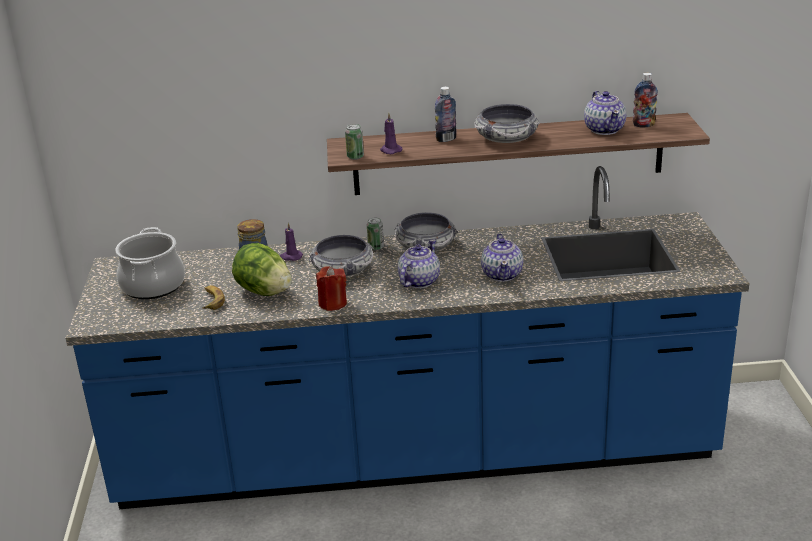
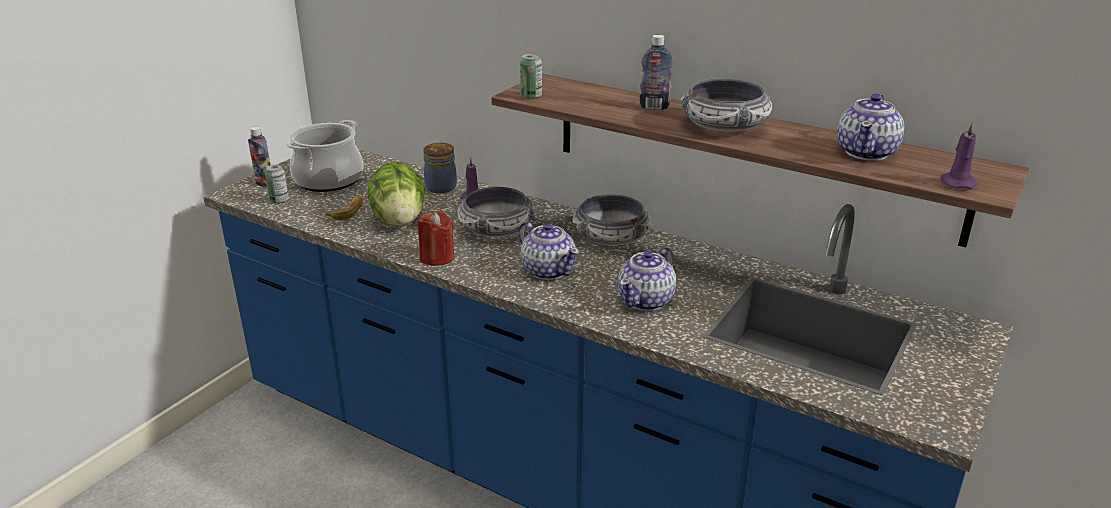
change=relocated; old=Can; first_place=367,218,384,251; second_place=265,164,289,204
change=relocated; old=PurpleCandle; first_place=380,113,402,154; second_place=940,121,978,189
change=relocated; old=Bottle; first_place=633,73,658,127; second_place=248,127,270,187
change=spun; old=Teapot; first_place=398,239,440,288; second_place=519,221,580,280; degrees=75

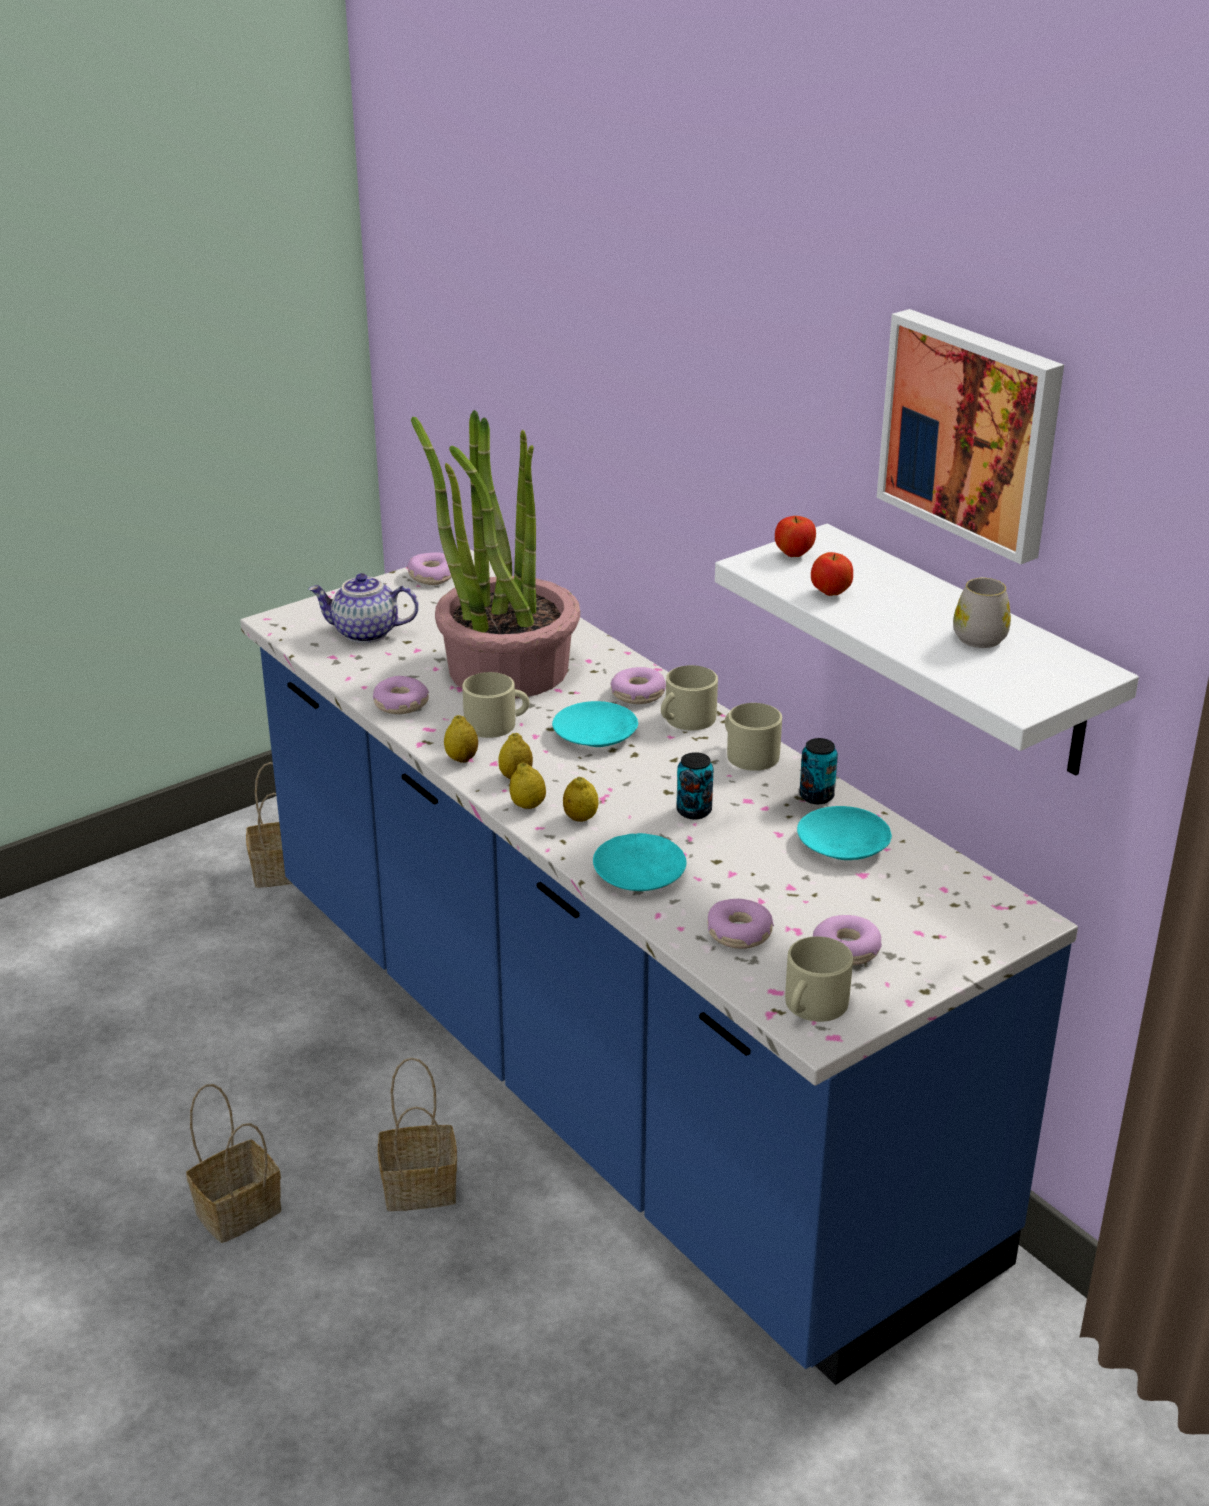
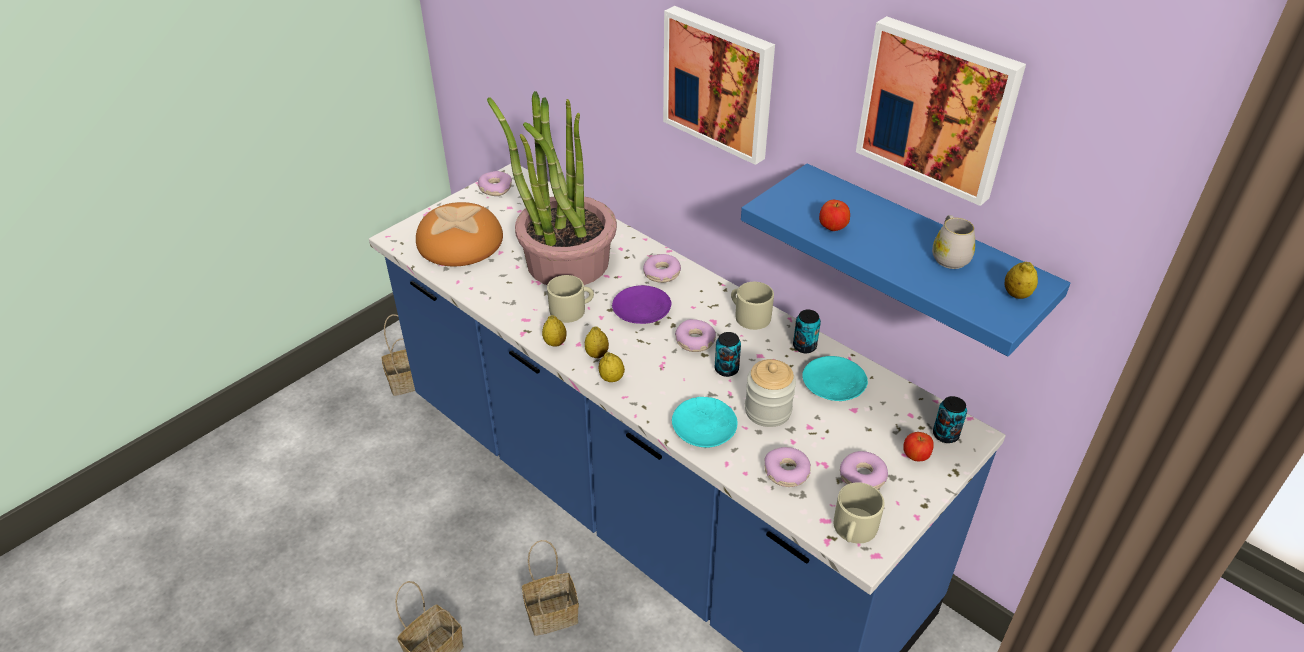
change=missing; old=BeigeMug; first_place=661,665,718,730
change=appeared; new=Picture; second_place=663,6,775,165
change=appeared; new=Jar; second_place=745,359,796,427
change=appeared; new=Can; second_place=933,396,967,443
change=relocated; old=Donut; first_place=373,676,429,714; second_place=675,319,716,352
change=relocated; old=Lemon; first_place=563,777,599,822; second_place=1005,262,1038,299
change=relocated; old=Apple; first_place=775,516,816,557; second_place=903,432,934,461
change=exchanged; old=Teapot; new=Bread; first_place=308,573,419,643; second_place=416,202,503,266
change=colour; old=TurquoisePlate; new=PurplePlate; first_place=552,701,638,747; second_place=612,285,672,324
change=colour; old=WhiteShelf; new=BlueShelf; first_place=715,524,1139,776; second_place=741,164,1070,356

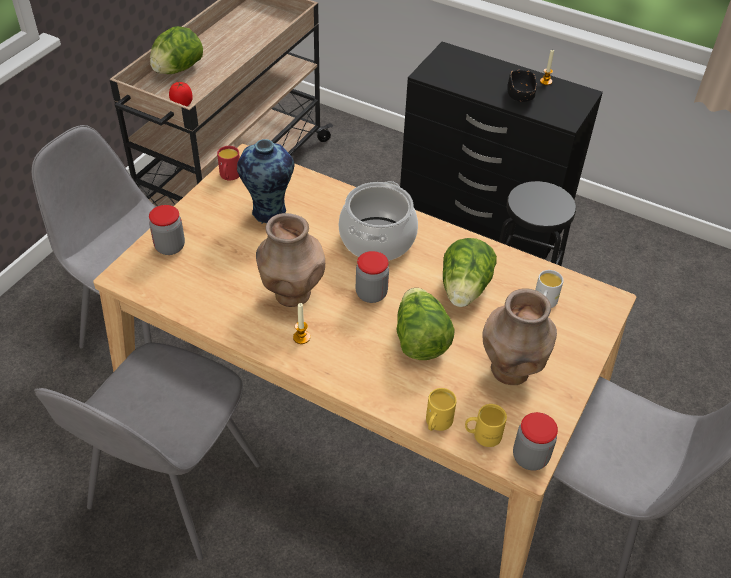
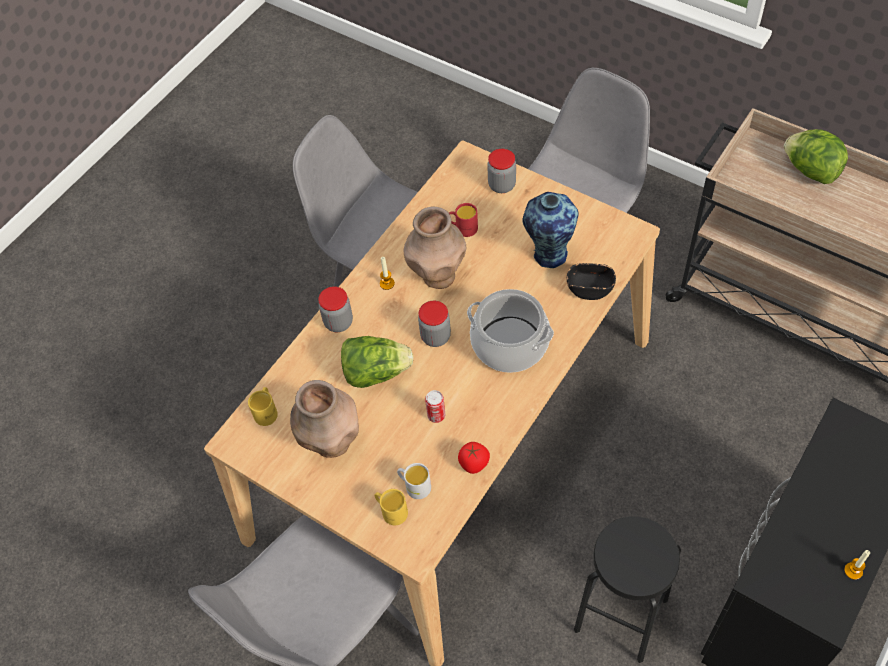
change=relocated; old=Tomato; first_place=169,82,193,106; second_place=458,442,490,474
change=relocated; old=RedMug; first_place=217,146,240,181; second_place=449,203,478,237
change=relocated; old=YellowMug; first_place=426,388,457,431; second_place=374,489,408,525
change=relocated; old=BlackBowl; first_place=507,70,537,102; second_place=567,263,616,300
change=relocated; old=Jar; first_place=513,412,558,471; second_place=318,286,353,332
change=exchanged; old=Lettuce; new=Can; first_place=443,238,497,307; second_place=425,390,445,423

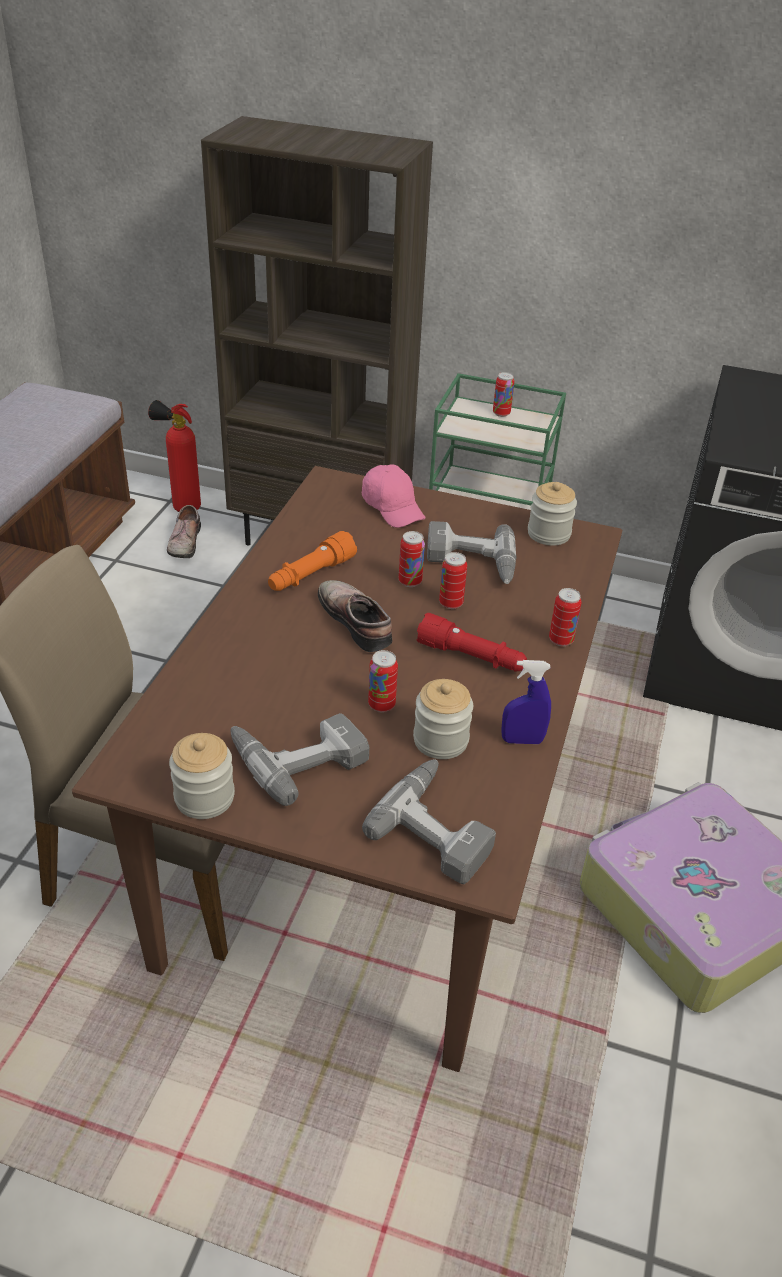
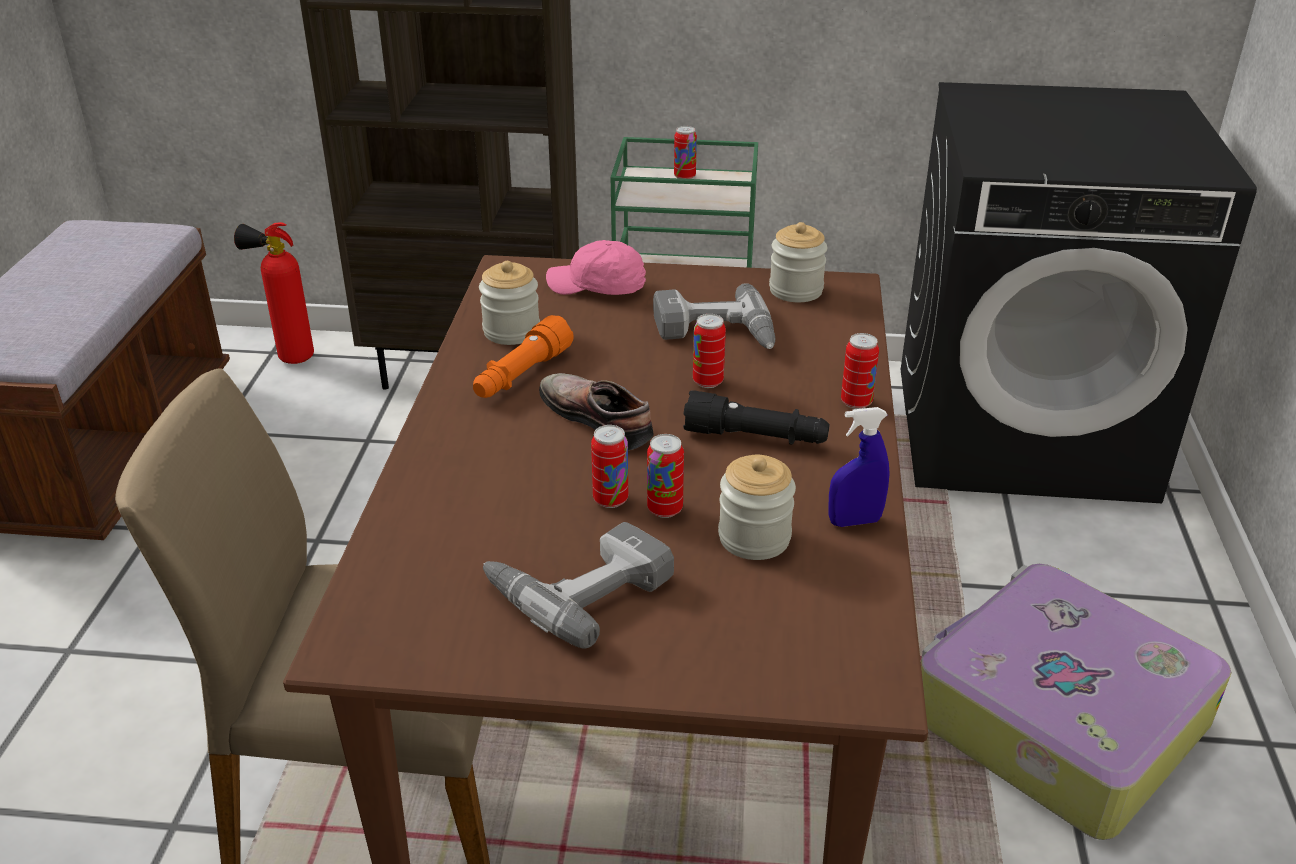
change=missing; old=Shoe; first_place=167,505,201,558
change=missing; old=PowerDrill; first_place=362,759,496,884
change=relocated; old=Jar; first_place=169,733,235,819; second_place=479,261,540,345
change=relocated; old=Can; first_place=399,531,425,587; second_place=591,425,628,508
change=colour; old=RedFlashlight; new=BlackFlashlight; first_place=416,613,527,671; second_place=683,390,829,445
change=spun; old=PinkCap; first_place=362,464,426,528; second_place=546,240,646,295; degrees=150

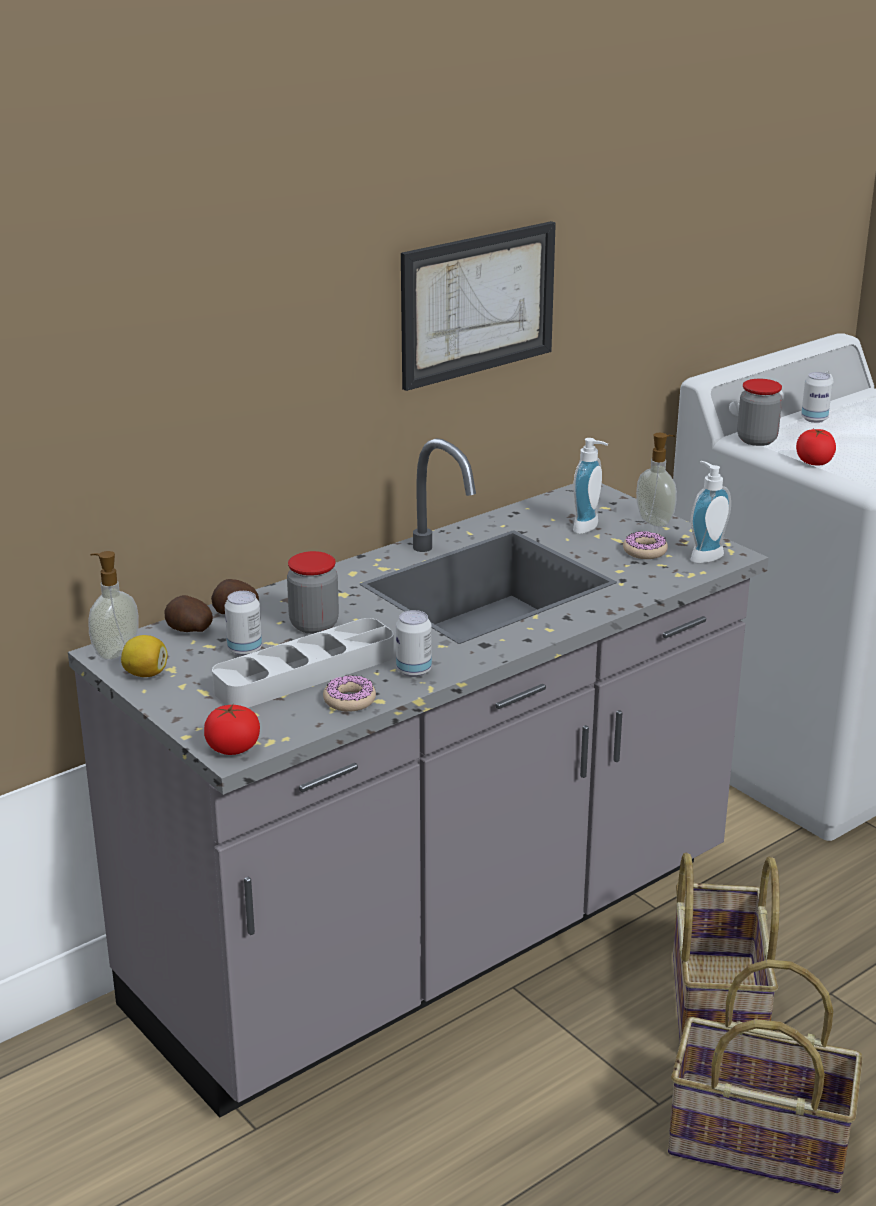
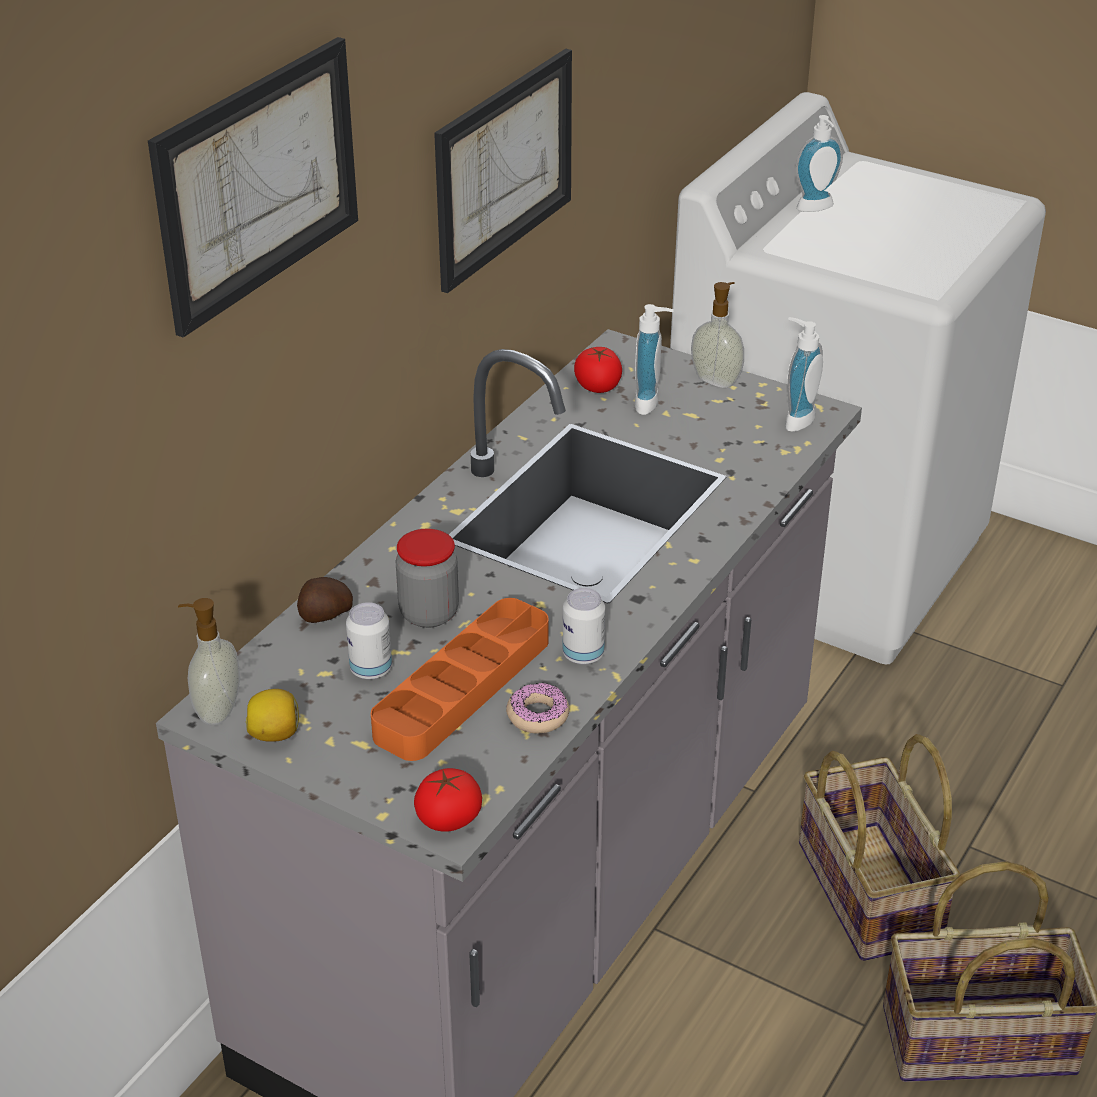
change=missing; old=Potato; first_place=164,595,213,632
change=missing; old=Donut; first_place=623,531,668,559
change=missing; old=Jar; first_place=737,379,782,446
change=appeared; new=Picture; second_place=148,37,358,337
change=relocated; old=Tomato; first_place=796,429,836,465; second_place=574,347,622,393
change=exchanged; old=Can; new=SoapDispenser; first_place=801,372,832,423; second_place=796,115,843,212
change=colour; old=GreyTray; new=OrangeTray; first_place=212,618,394,708; second_place=371,598,549,761

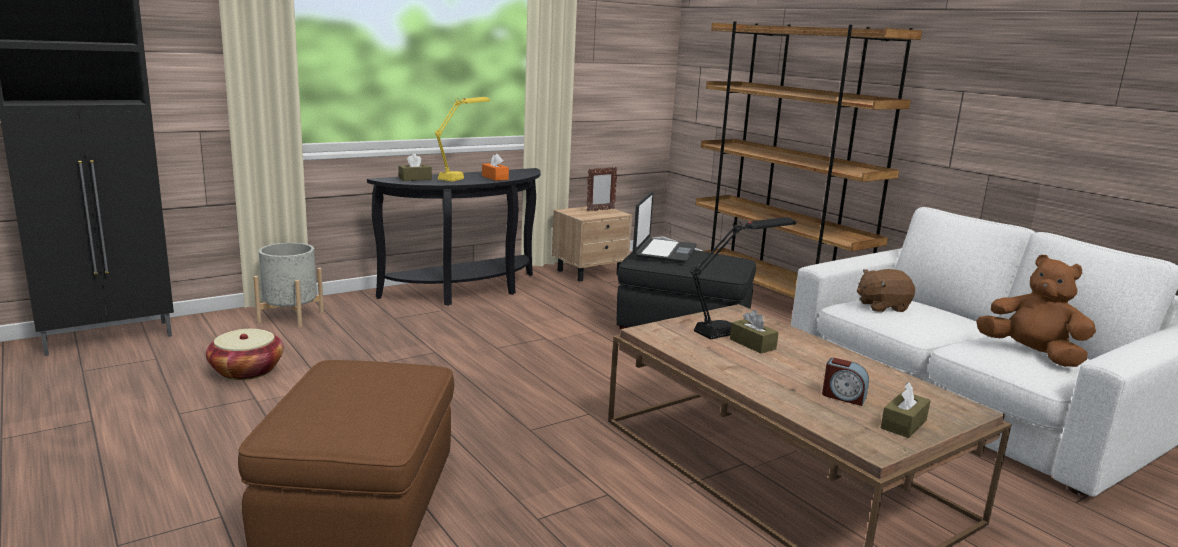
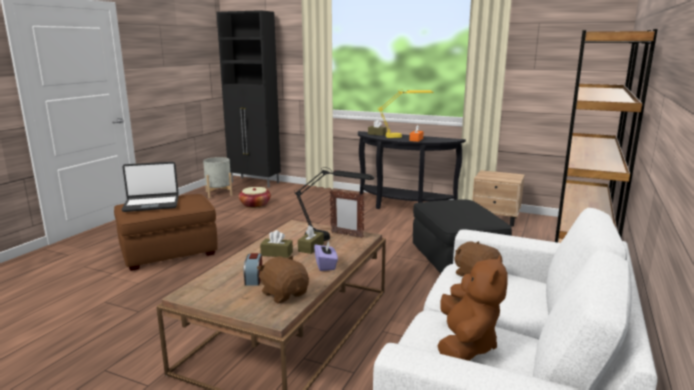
change=appeared; new=BrownPlushToy; second_place=257,256,309,304
change=appeared; new=PurpleTissueBox; second_place=314,240,338,271
change=relocated; old=GreyPlanter; first_place=253,243,324,327; second_place=203,157,232,198
change=relocated; old=PictureFrame; first_place=587,166,618,211; second_place=330,190,364,238
change=relocated; old=Laptop; first_place=633,192,697,263; second_place=122,162,179,212
change=relocated; old=BrownTissueBox; first_place=881,382,931,438; second_place=260,230,293,258

